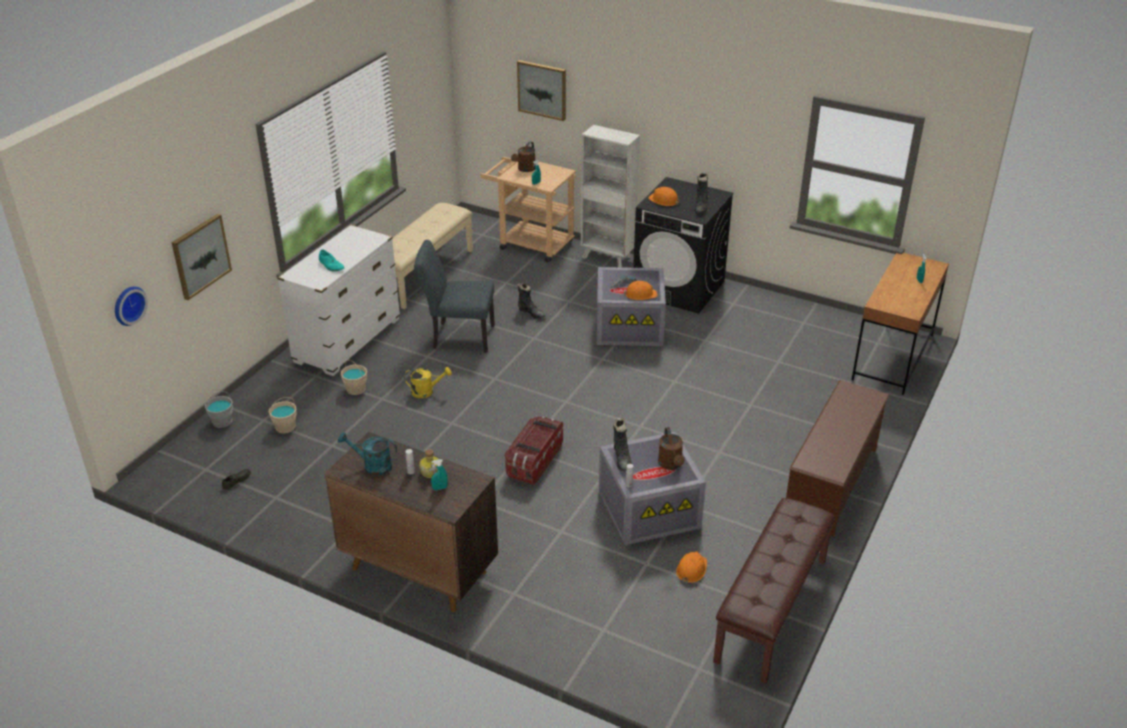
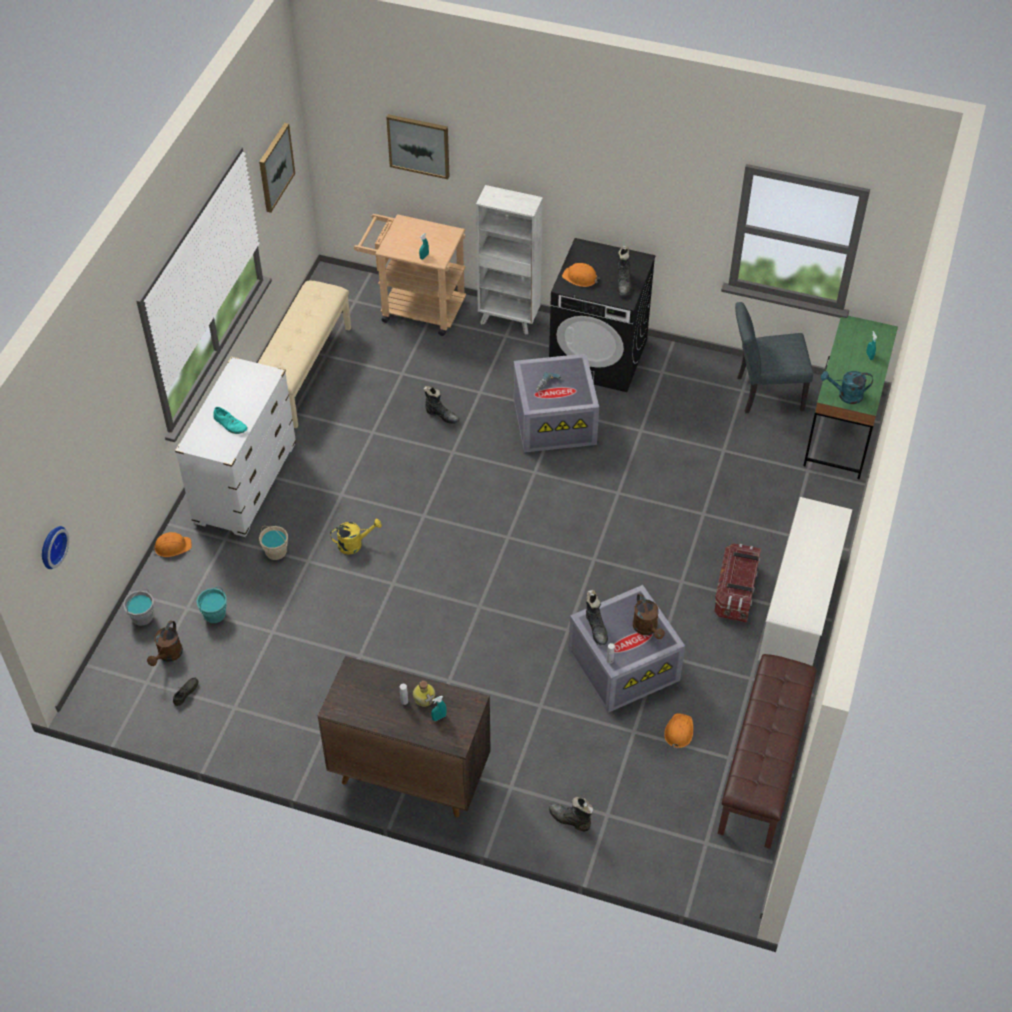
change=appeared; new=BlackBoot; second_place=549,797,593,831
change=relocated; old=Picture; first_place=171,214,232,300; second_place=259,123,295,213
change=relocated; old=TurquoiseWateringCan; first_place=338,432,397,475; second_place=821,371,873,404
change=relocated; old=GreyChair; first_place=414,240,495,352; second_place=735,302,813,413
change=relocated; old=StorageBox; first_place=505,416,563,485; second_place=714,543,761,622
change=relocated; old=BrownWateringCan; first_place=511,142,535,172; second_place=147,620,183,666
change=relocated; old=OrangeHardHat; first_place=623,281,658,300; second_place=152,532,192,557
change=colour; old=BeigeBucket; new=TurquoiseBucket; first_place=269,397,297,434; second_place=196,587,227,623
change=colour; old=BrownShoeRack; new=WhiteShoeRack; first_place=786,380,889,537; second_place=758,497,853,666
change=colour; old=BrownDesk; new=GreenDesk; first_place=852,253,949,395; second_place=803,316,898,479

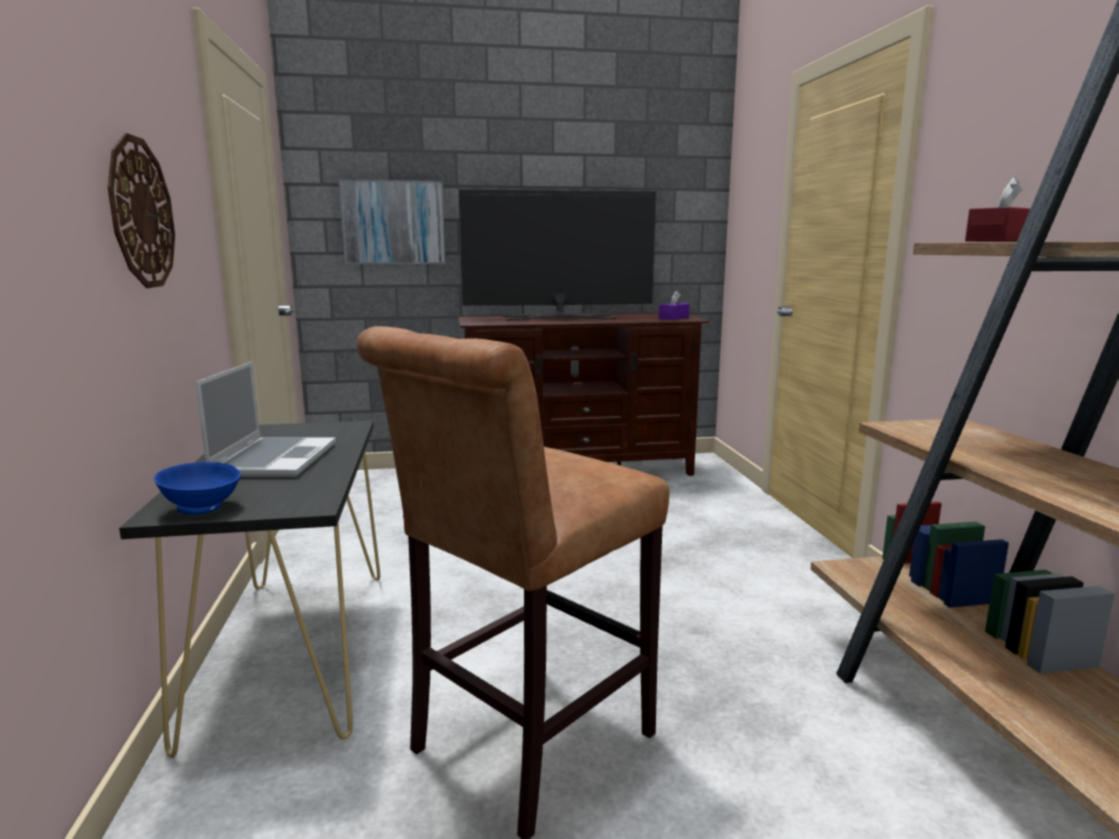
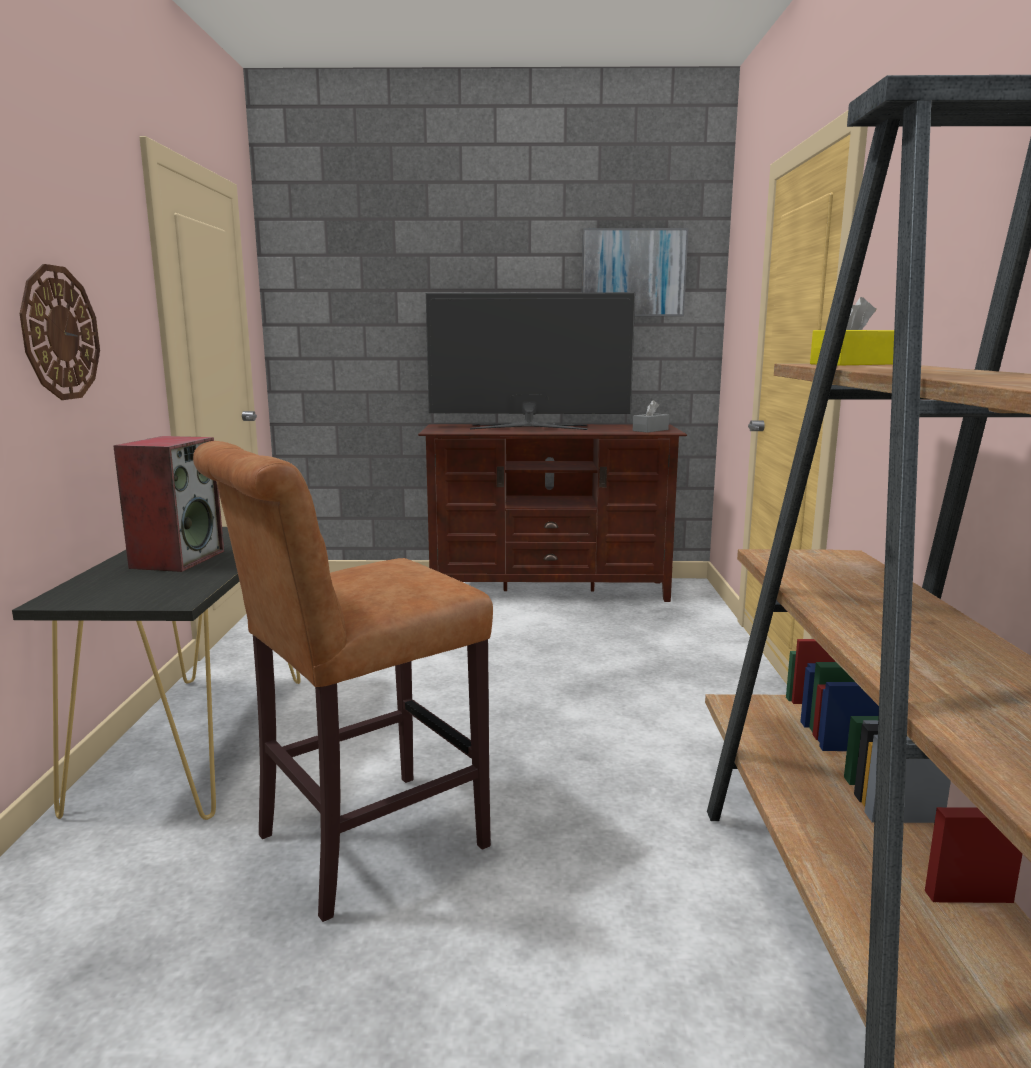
change=missing; old=BlueBowl; first_place=154,462,241,515
change=relocated; old=Picture; first_place=338,179,446,264; second_place=582,228,688,316
change=exchanged; old=Laptop; new=Speaker; first_place=195,362,336,477; second_place=113,436,224,572
change=colour; old=PurpleTissueBox; new=GreyTissueBox; first_place=659,290,689,320; second_place=633,400,669,433
change=colour; old=RedTissueBox; new=YellowTissueBox; first_place=965,177,1031,242; second_place=810,297,894,365

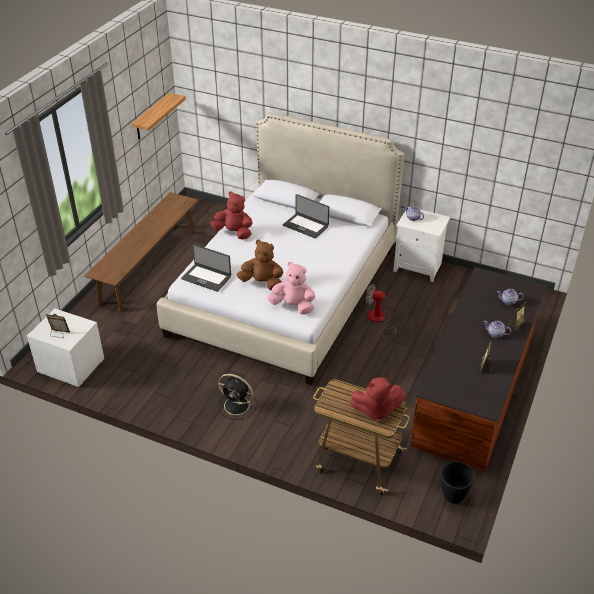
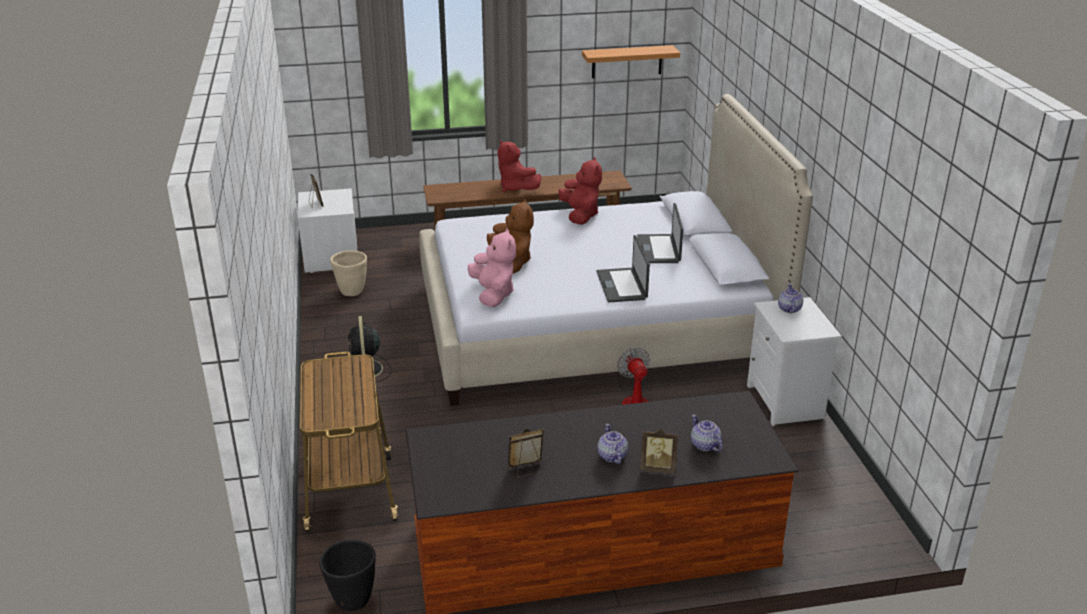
change=appeared; new=BeigePlanter; second_place=330,250,367,296
change=relocated; old=Laptop; first_place=181,244,231,292; second_place=596,235,650,302
change=relocated; old=RedPlushToy; first_place=350,377,406,423; second_place=497,140,541,193

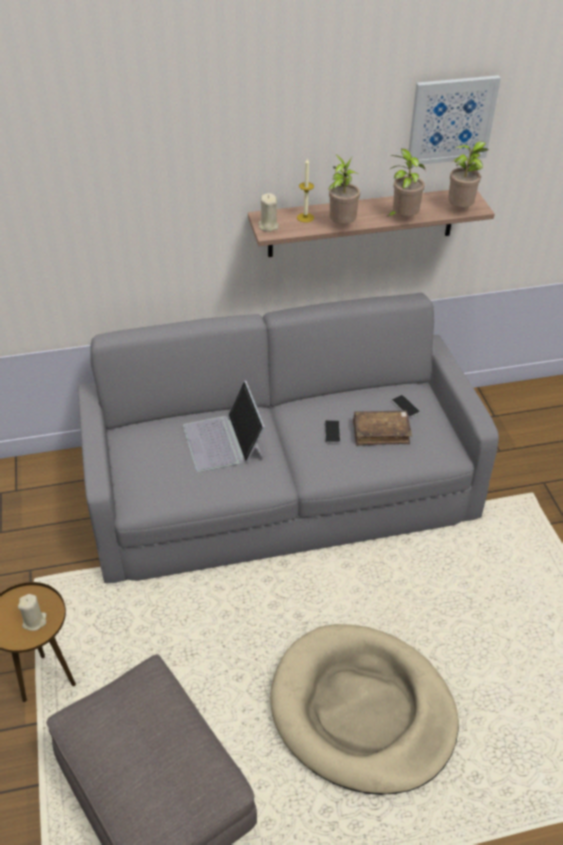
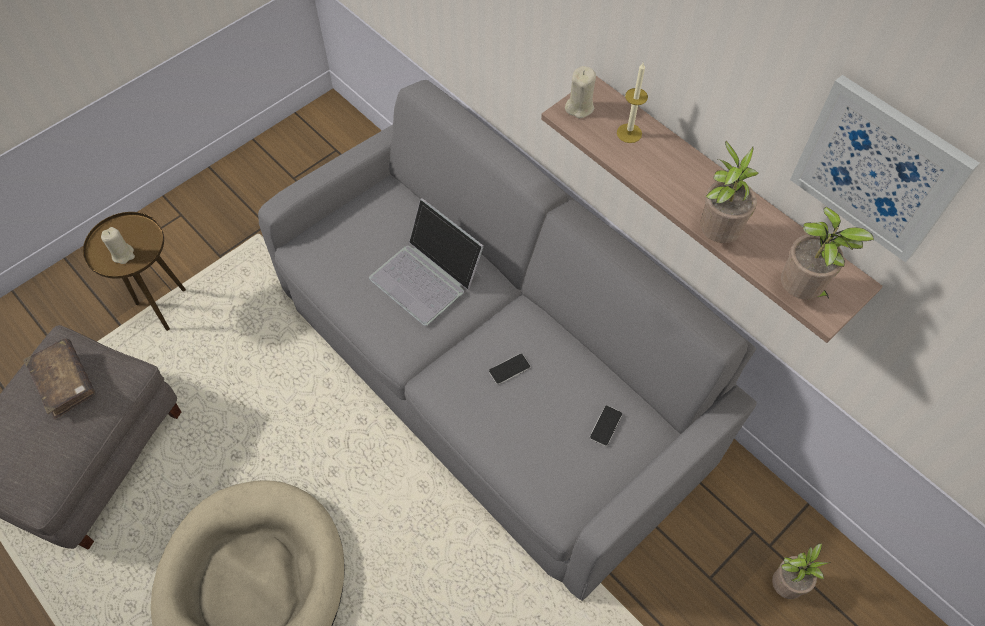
change=relocated; old=PottedPlant; first_place=328,154,360,224; second_place=772,543,831,599
change=relocated; old=BrownBook; first_place=353,410,412,446; second_place=24,338,95,419
change=spun; old=Laptop; first_place=183,380,265,472; second_place=369,198,484,326; degrees=-90

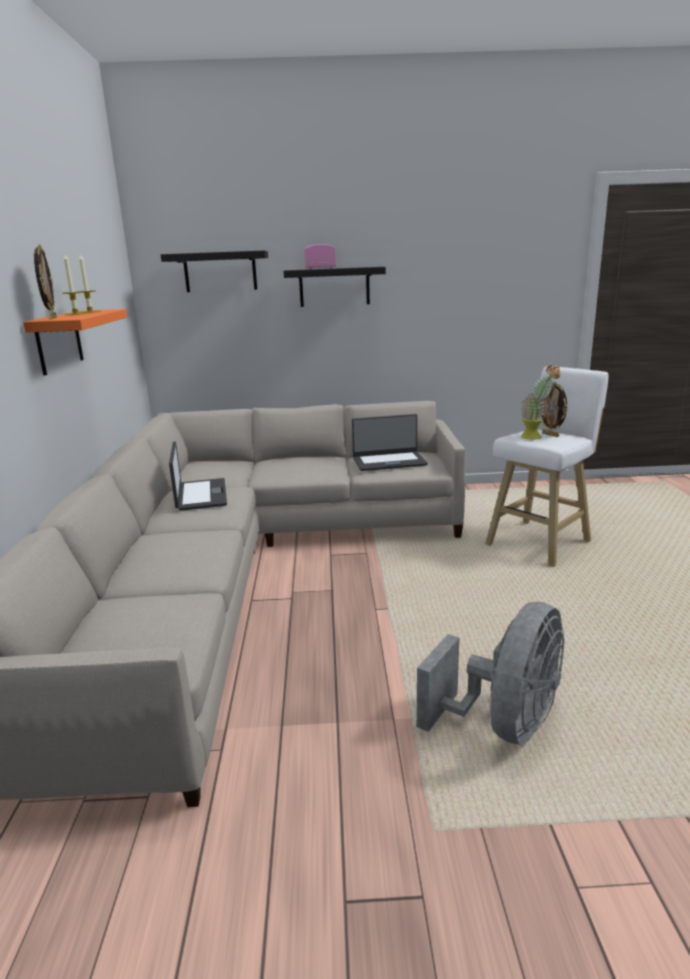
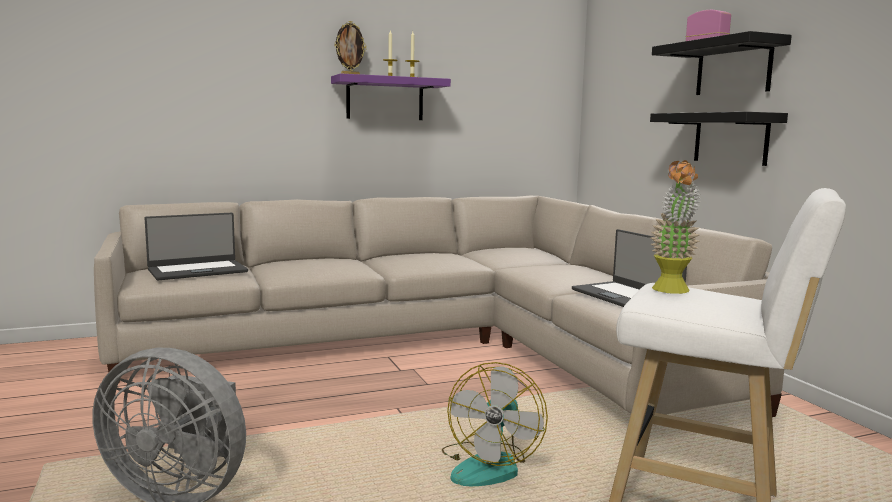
change=missing; old=PictureFrame; first_place=542,382,568,437
change=appeared; new=Fan; second_place=442,362,548,486
change=relocated; old=BlackShelf; first_place=161,250,268,292; second_place=650,112,788,166
change=relocated; old=Laptop; first_place=169,442,227,511; second_place=145,213,248,280
change=colour; old=OrangeShelf; new=PurpleShelf; first_place=23,309,127,376; second_place=331,73,451,120

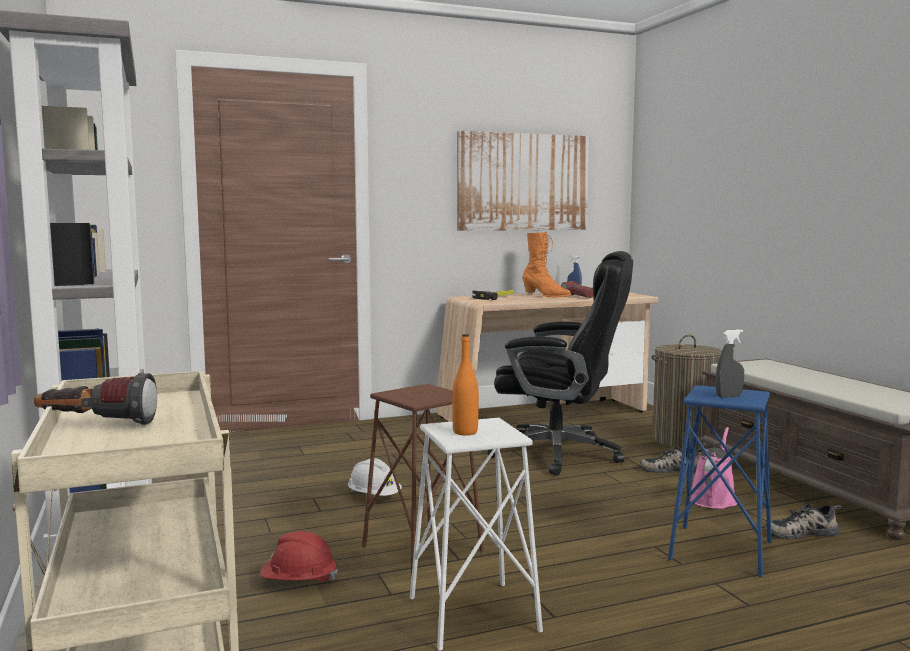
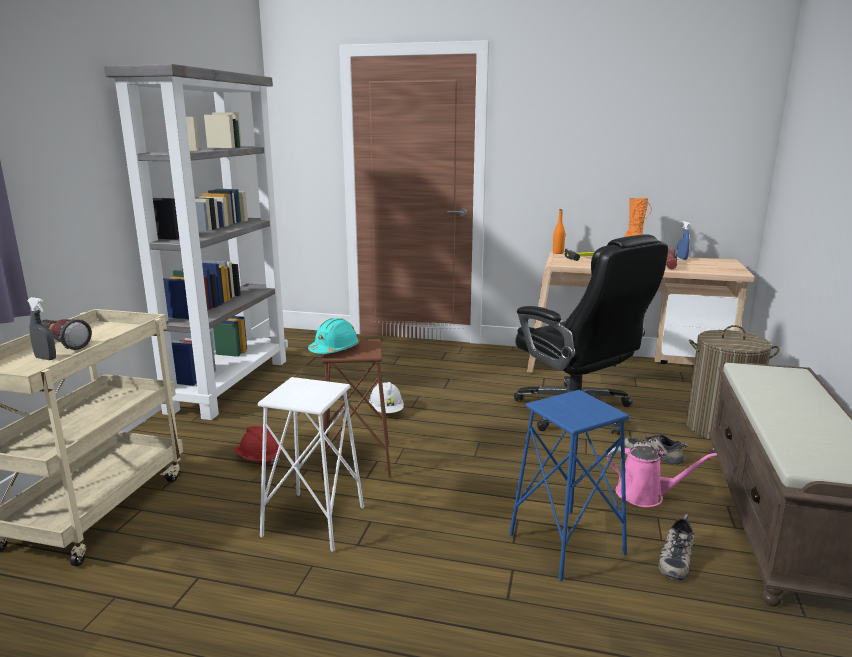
change=missing; old=Picture; first_place=457,131,589,231
change=appeared; new=TurquoiseHardHat; second_place=308,318,360,354
change=relocated; old=OrangeBottle; first_place=452,334,479,436; second_place=553,209,565,254
change=relocated; old=GreySprayBottle; first_place=716,329,744,398; second_place=27,297,56,360
change=spun; old=PinkWateringCan; first_place=690,427,737,509; second_place=607,446,717,507; degrees=45
change=spun; old=Shoe; first_place=765,504,843,539; second_place=658,514,695,580; degrees=-90

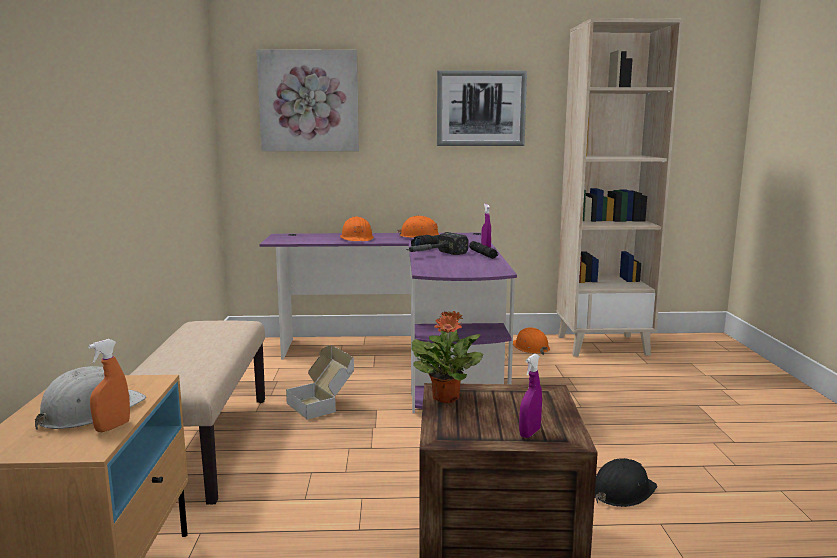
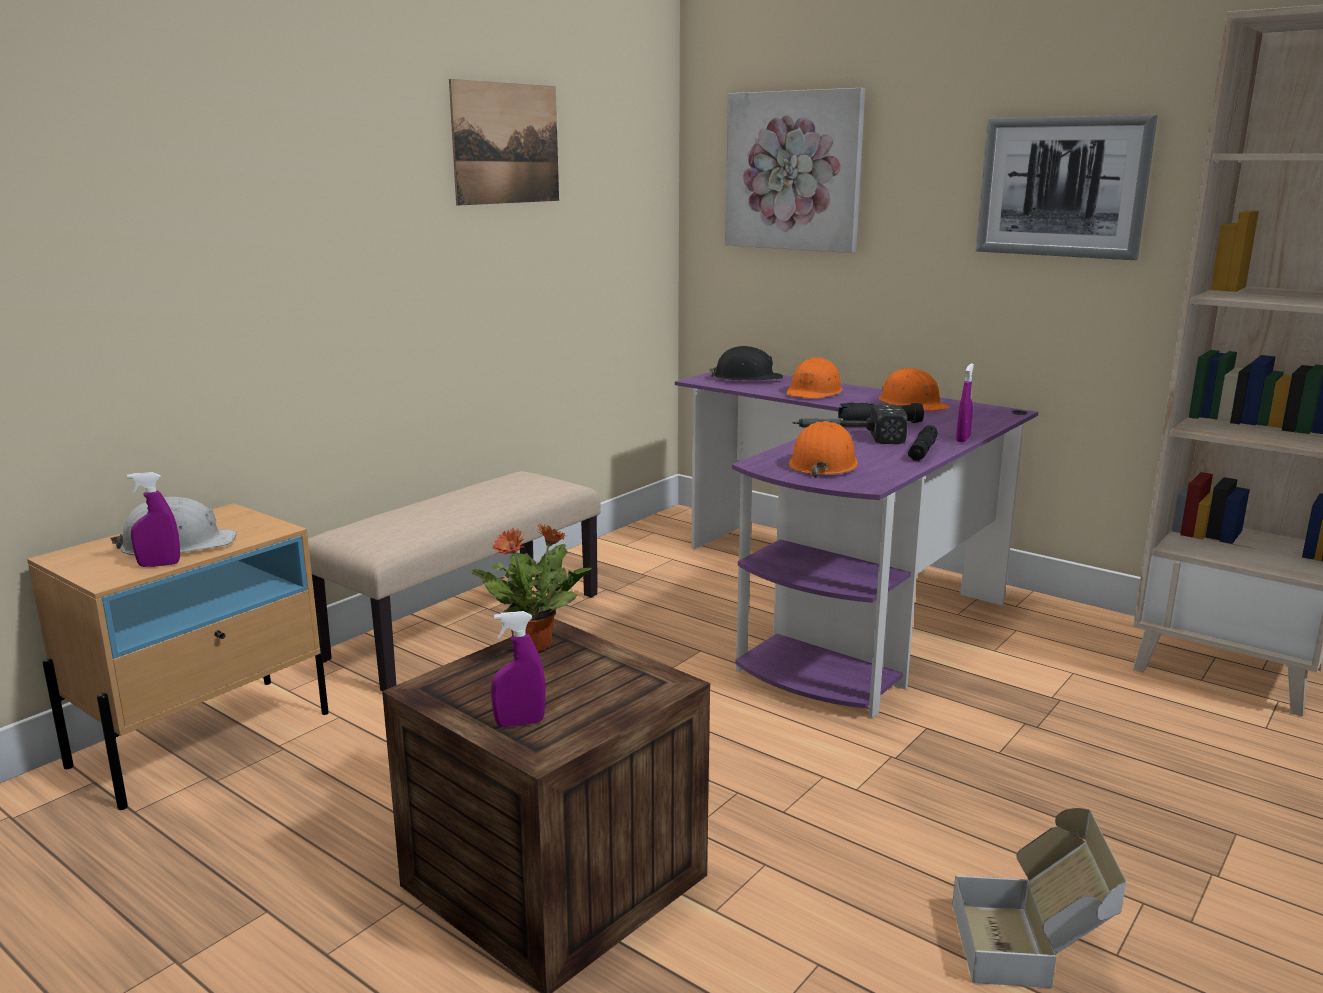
change=appeared; new=Picture; second_place=449,79,559,205
change=relocated; old=CardboardBox; first_place=286,345,354,420; second_place=952,808,1126,988
change=relocated; old=OrangeHardHat; first_place=513,328,550,355; second_place=789,421,858,478
change=relocated; old=BlackHardHat; first_place=595,458,657,507; second_place=710,346,783,381
change=colour; old=OrangeSprayBottle; new=PurpleSprayBottle; first_place=88,339,130,432; second_place=127,472,180,567

